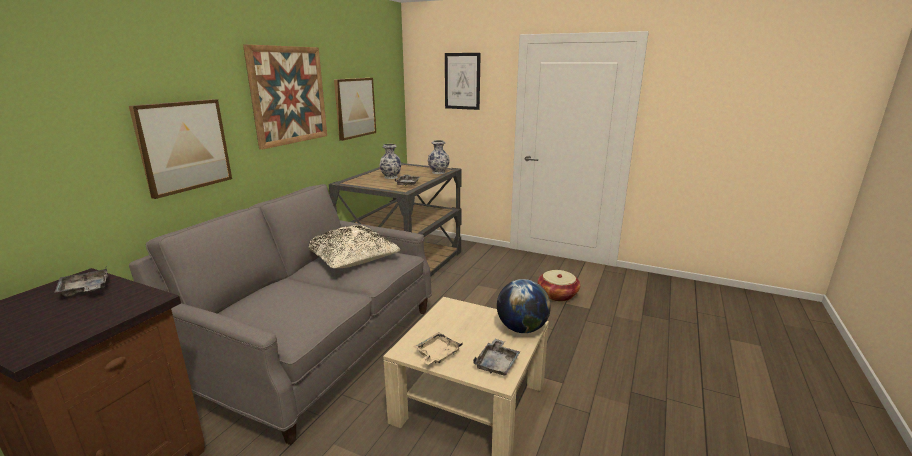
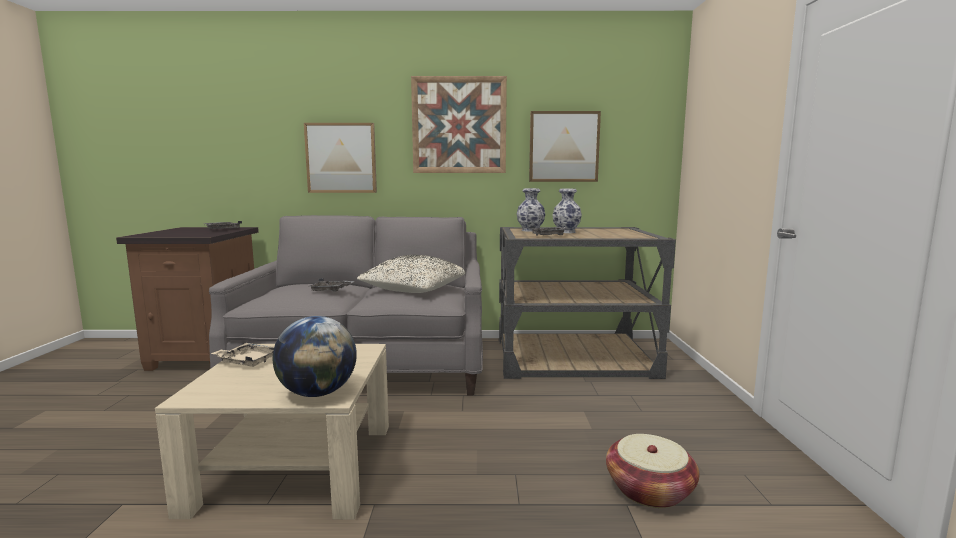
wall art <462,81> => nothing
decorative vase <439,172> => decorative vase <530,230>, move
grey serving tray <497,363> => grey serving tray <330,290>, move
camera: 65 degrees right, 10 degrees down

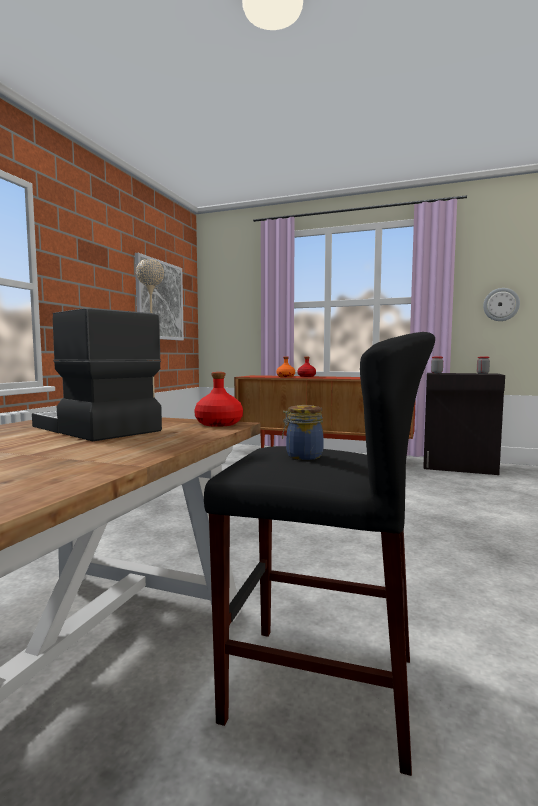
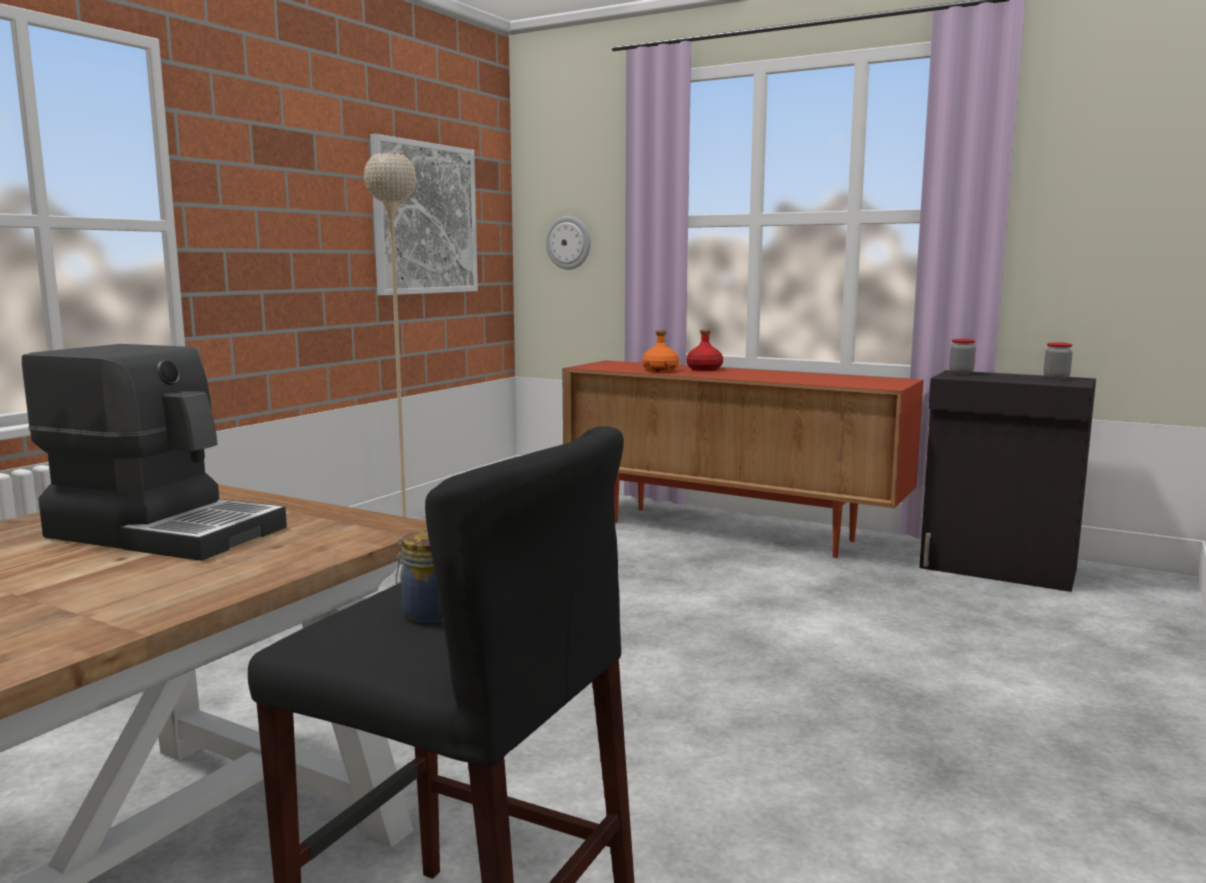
red beverage bottle <218,424> => nothing
clock on the wall <501,304> => clock on the wall <568,243>, move
coffee maker <94,429> => coffee maker <167,531>, 150 degrees clockwise
camera: 10 degrees right, 5 degrees up

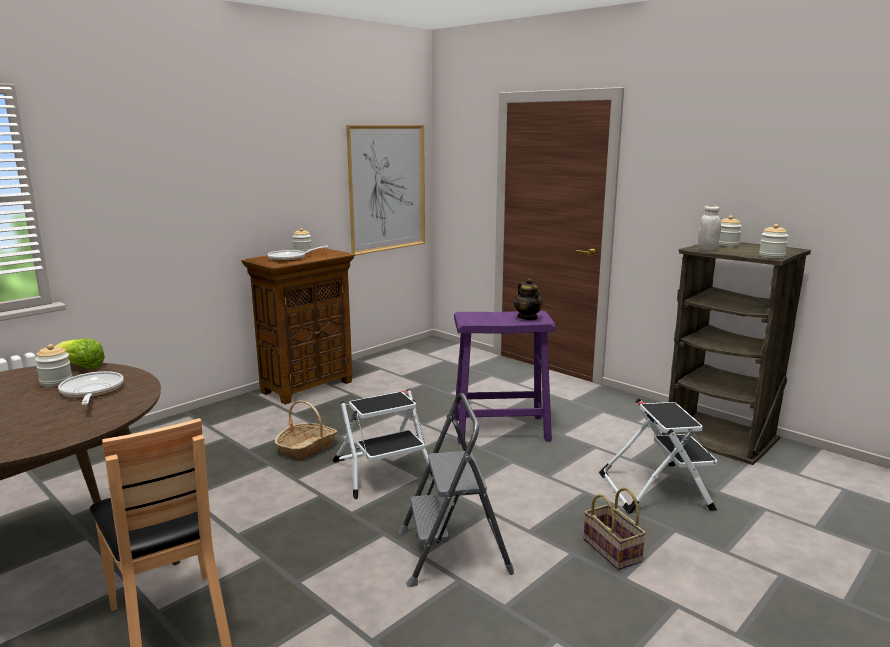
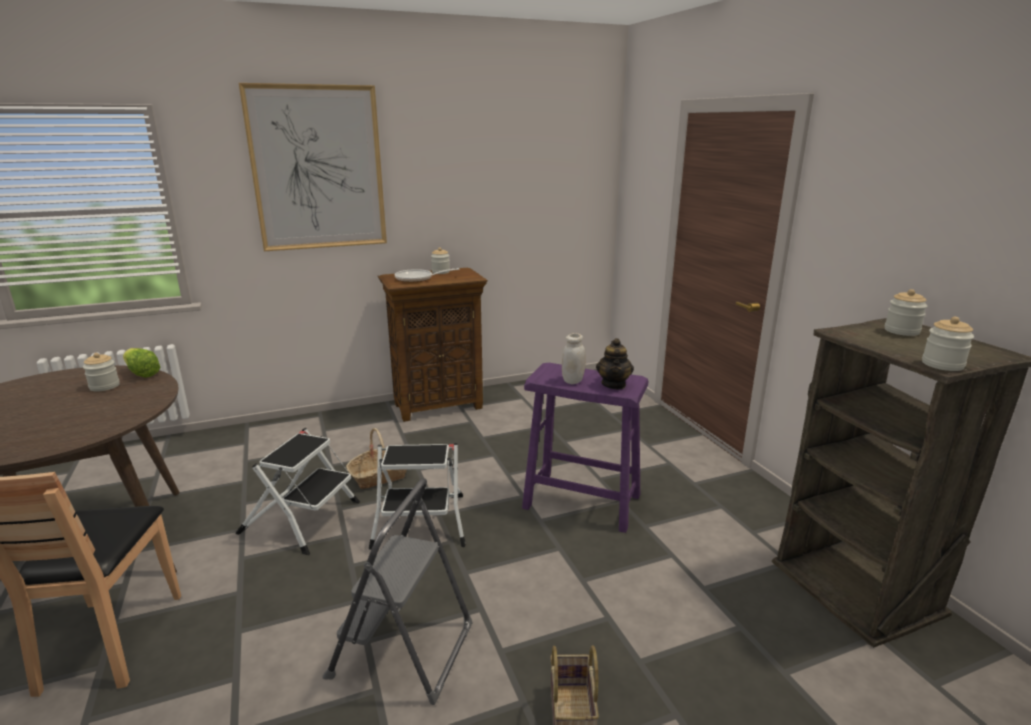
pan <91,392> => nothing
wall art <387,188> => wall art <318,169>, move
step stool <656,488> => step stool <300,519>, move
white-coloured preserve jar <707,249> => white-coloured preserve jar <573,381>, move
camera: 25 degrees right, 5 degrees up

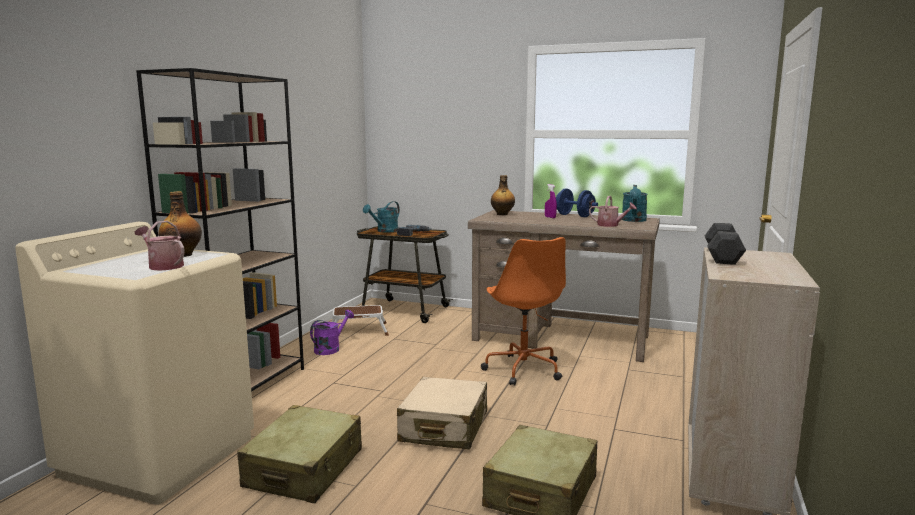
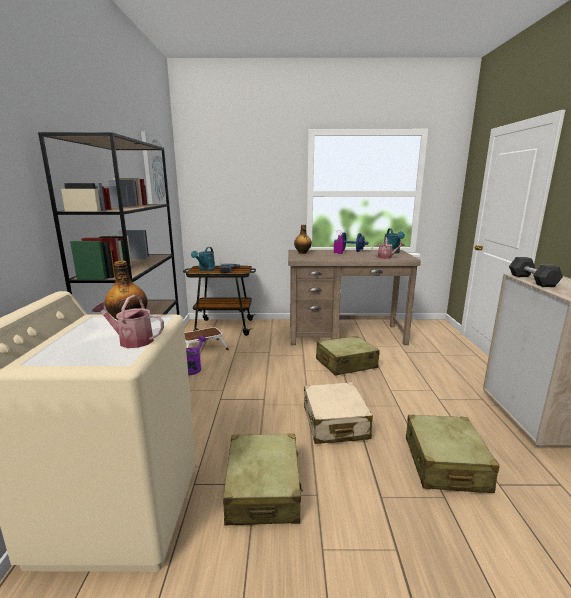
nothing => wall art <155,171>
orangey office chair <524,371> => sand-coloured suitcase <345,364>
camera: 20 degrees left, 5 degrees up

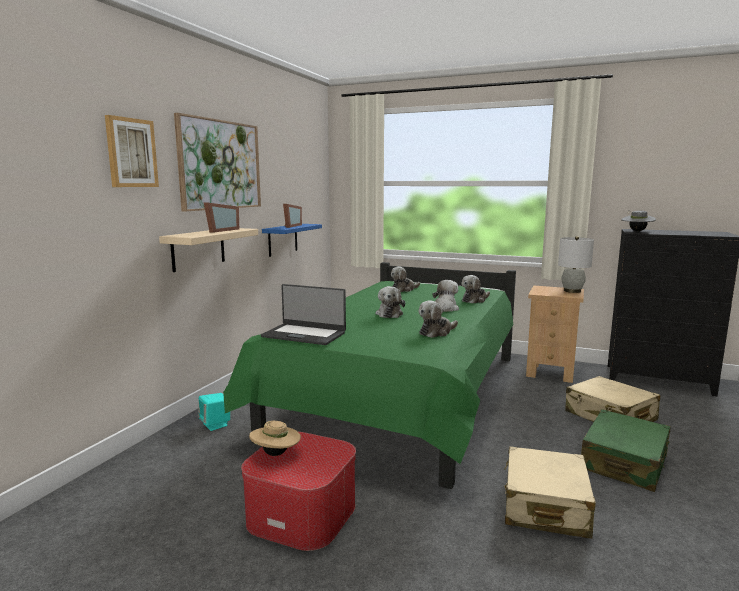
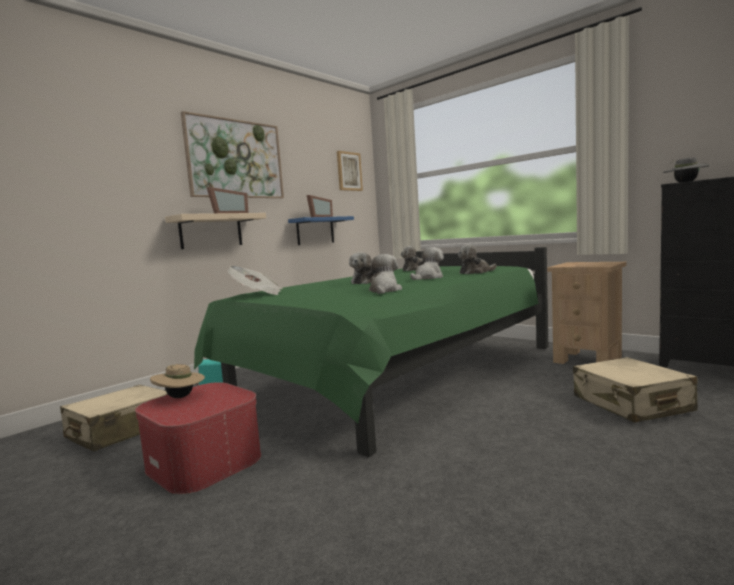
white-coloured lamp for a table <572,291> => nothing
greenish suitcase <624,462> => nothing
wall art <131,153> => wall art <349,171>, move
sand-coloured suitcase <545,506> => sand-coloured suitcase <121,431>, move
notebook computer <304,334> => daily paper <257,294>
soft toy <436,332> => soft toy <384,290>, 120 degrees clockwise
camera: 20 degrees right, 5 degrees down

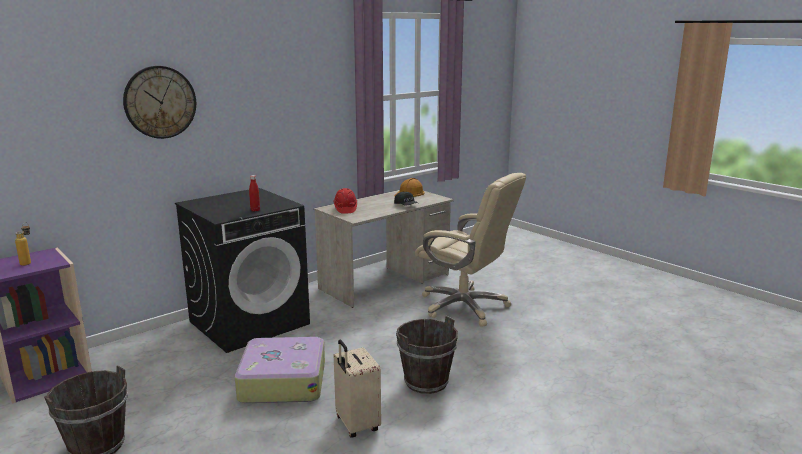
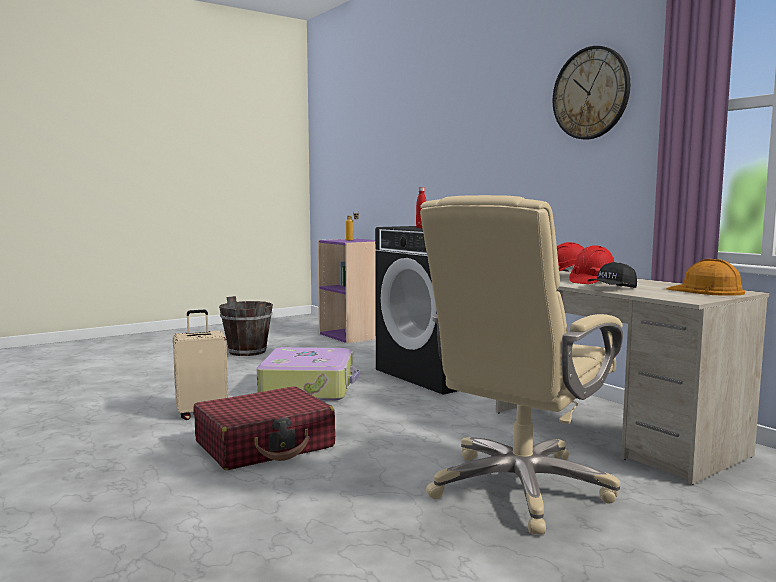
nothing => red safety helmet <592,281>
clock on the wall <160,102> => clock on the wall <591,93>, move
brown-coloured bucket <426,382> => red suitcase <265,445>
camera: 95 degrees right, 10 degrees down

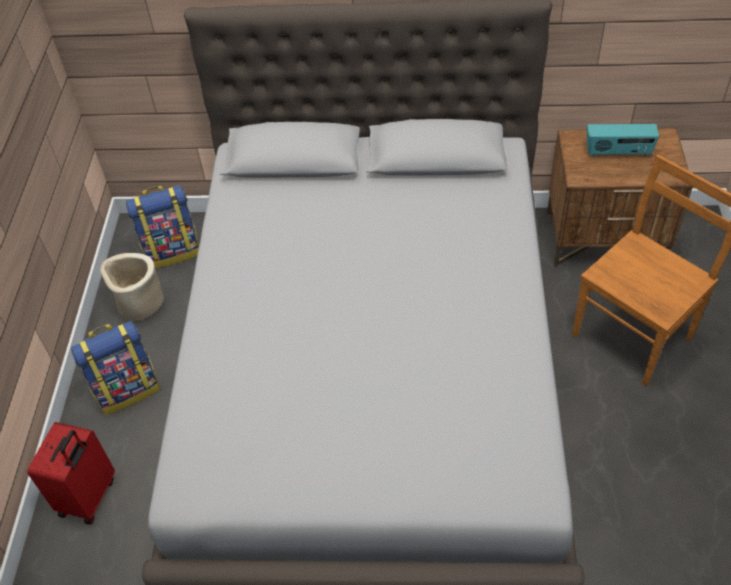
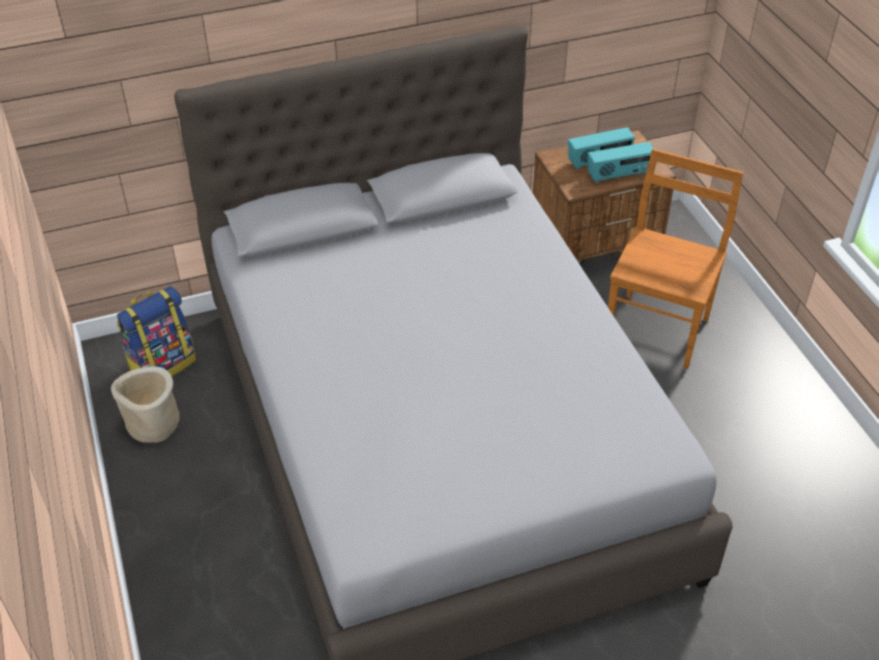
red suitcase <89,497> => nothing
knapsack <127,389> => nothing
nothing => radio <619,175>
camera: 25 degrees left, 5 degrees down

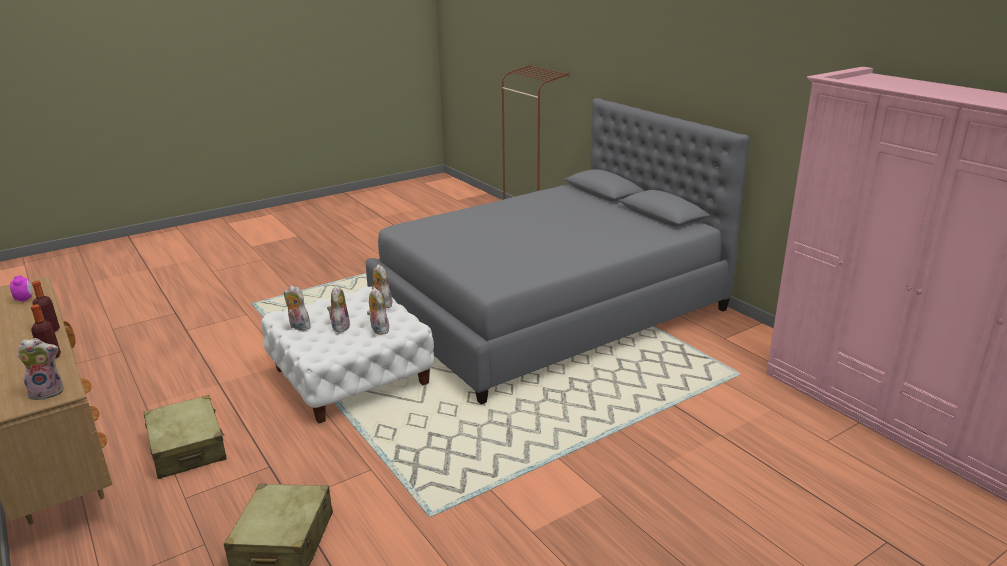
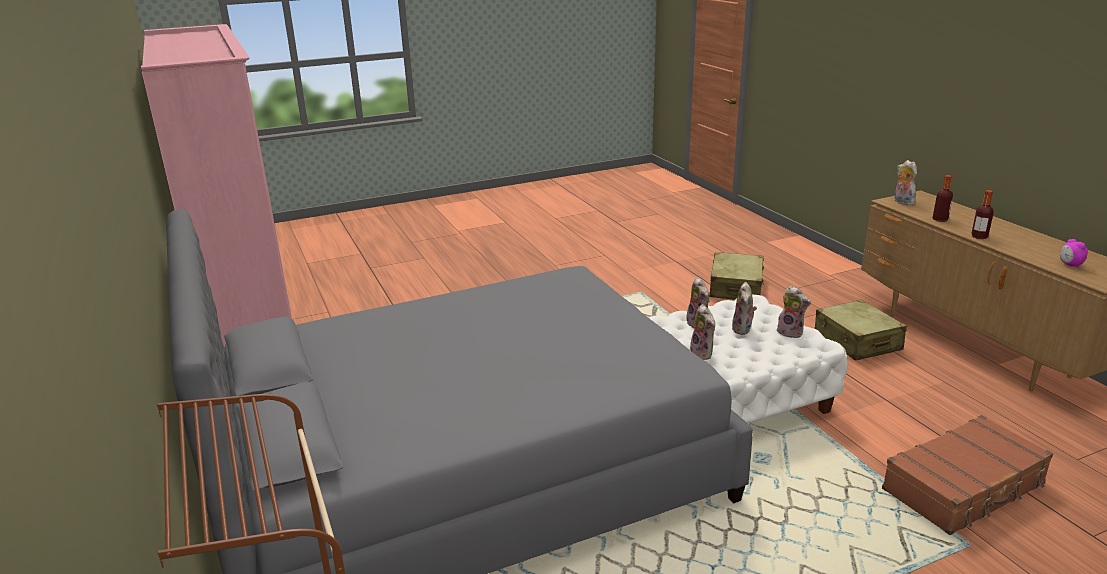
nothing => brown-coloured suitcase <964,487>
soft toy <48,392> => soft toy <902,202>, 75 degrees clockwise
camera: 170 degrees left, 0 degrees up

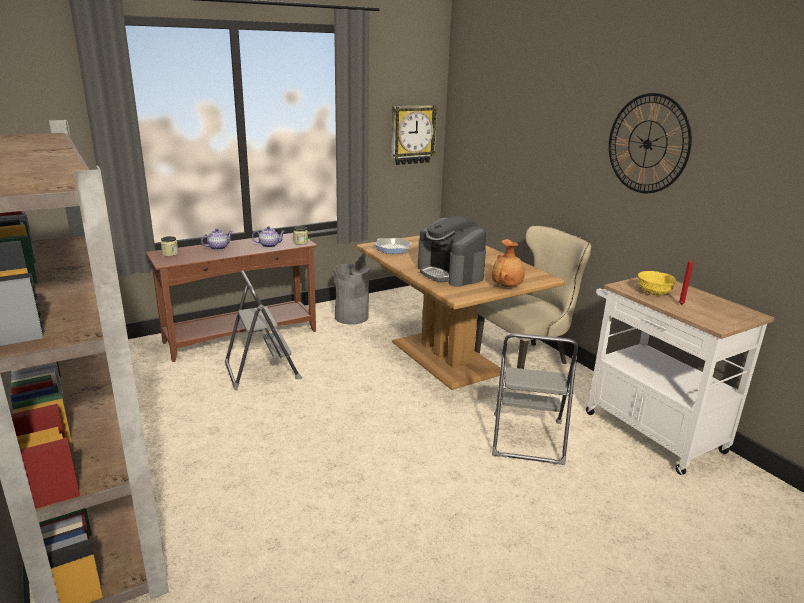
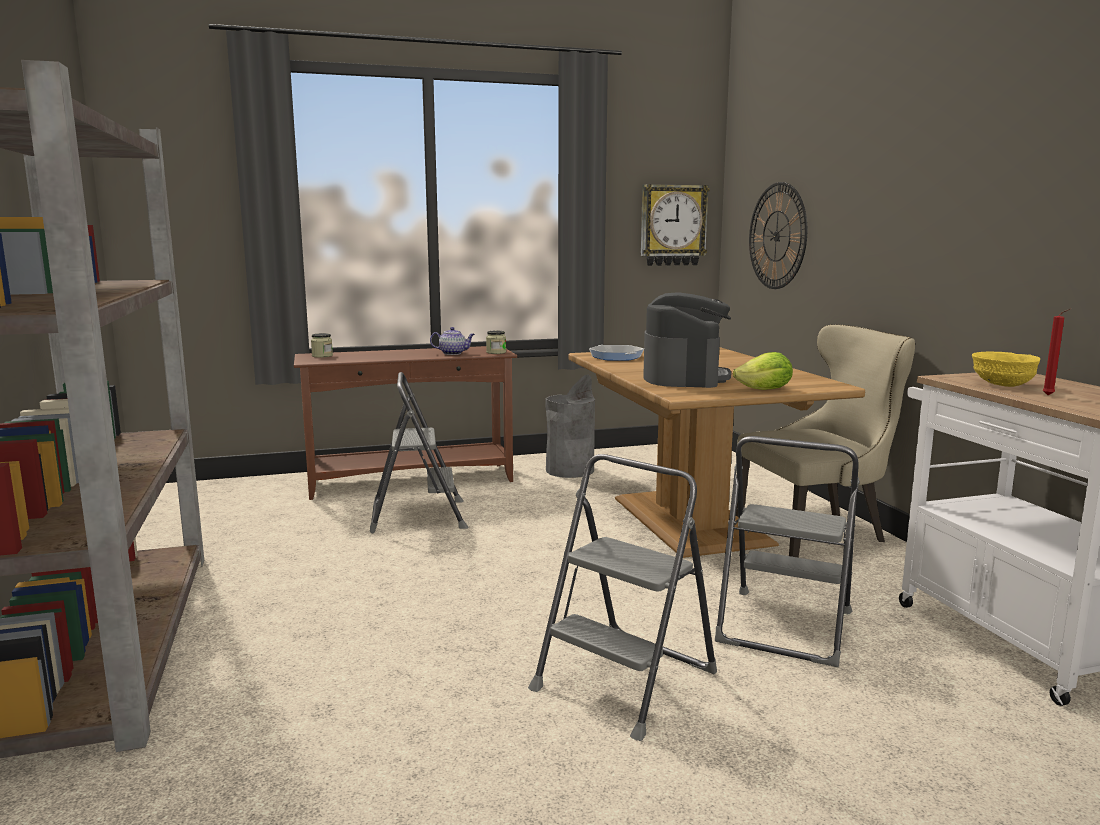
teapot <218,247> => nothing
nothing => grey step stool <630,677>
clock on the wall <647,144> => clock on the wall <776,236>, move
brown-coloured decorative vase <507,286> => head of lettuce <765,390>
coffee maker <450,273> => coffee maker <684,377>, 150 degrees counterclockwise
camera: 15 degrees right, 10 degrees down

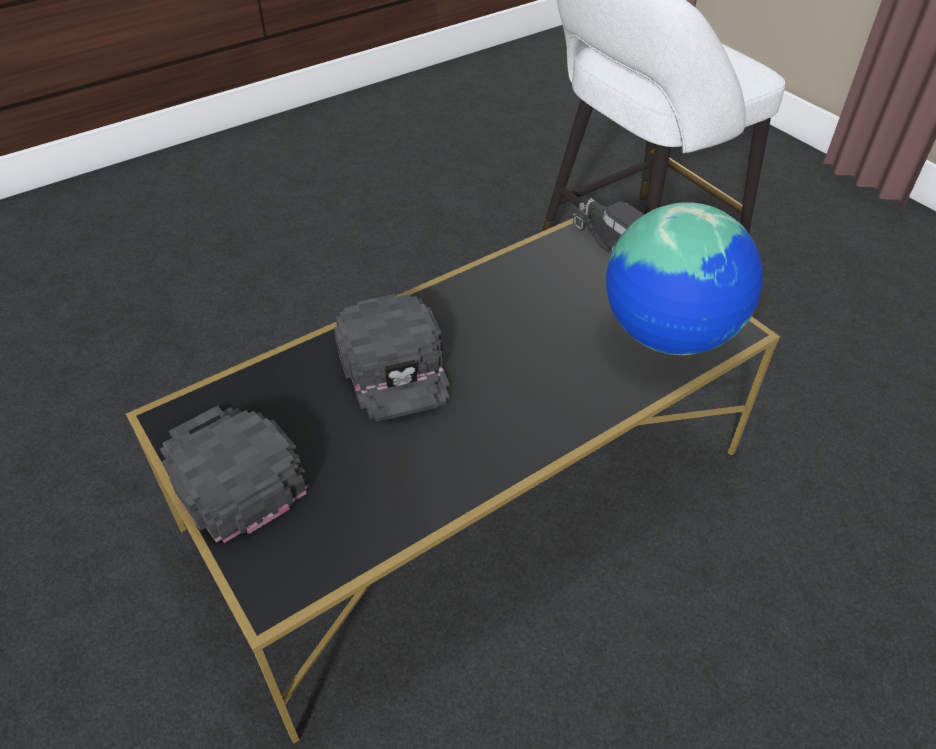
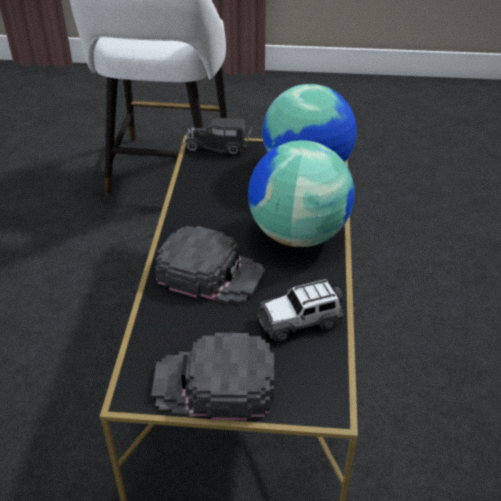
nothing => desk globe <297,234>
nothing => model car <300,321>
camera: 50 degrees left, 5 degrees down

